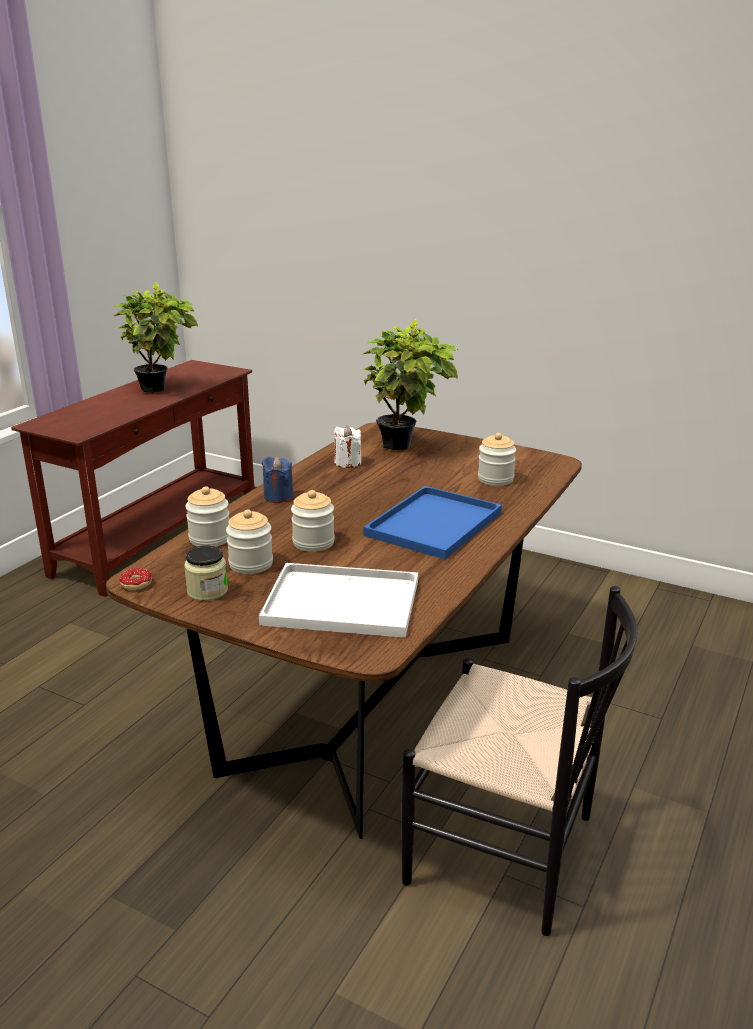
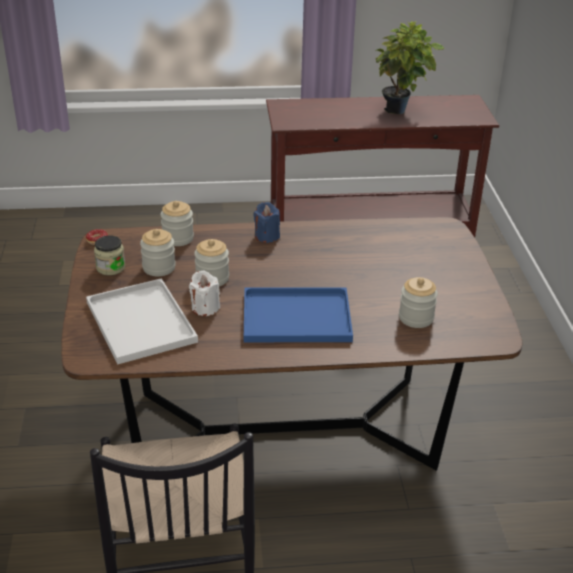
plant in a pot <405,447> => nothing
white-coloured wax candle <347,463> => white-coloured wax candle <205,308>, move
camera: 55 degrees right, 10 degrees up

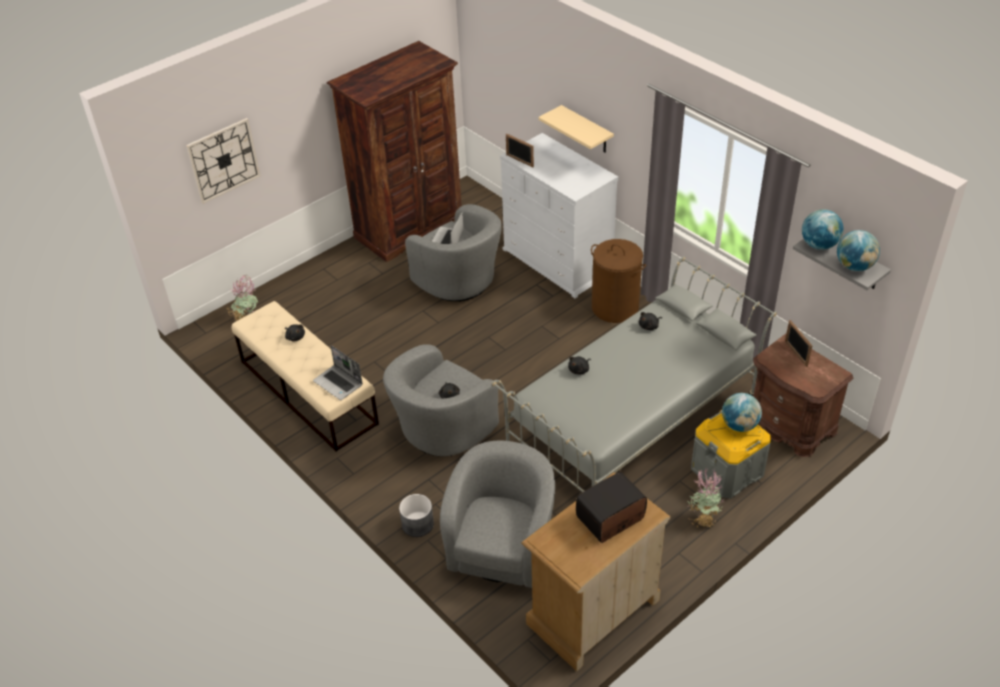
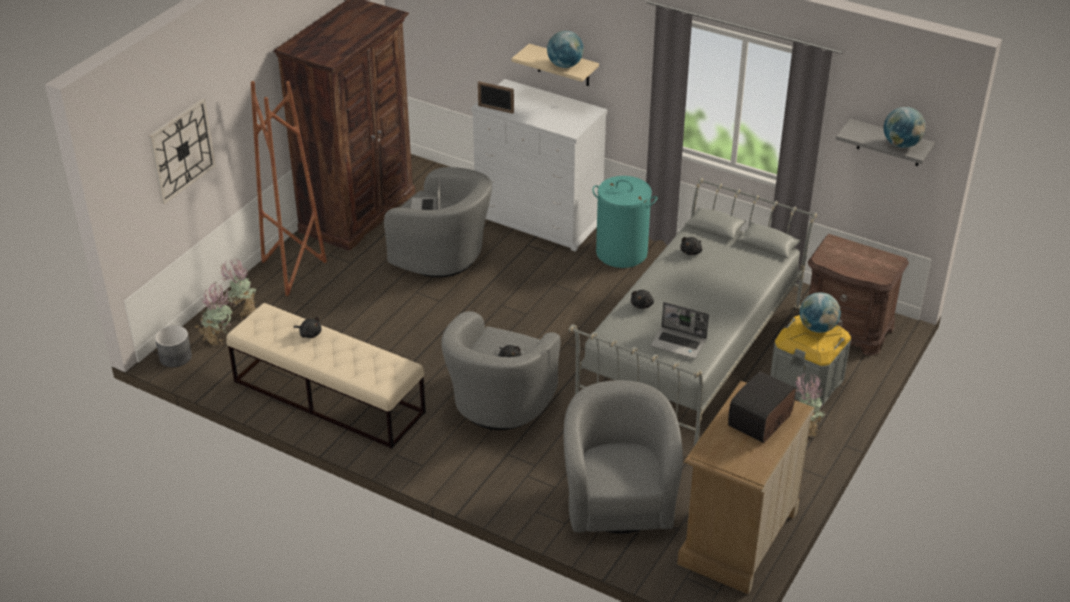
picture frame <796,353> => nothing
nothing => plant in a pot <243,312>
nothing => brown-coloured garment stand <292,273>
notebook computer <339,383> => notebook computer <679,343>, move
grey plant pot <417,524> => grey plant pot <175,357>, move
desk globe <819,245> => desk globe <565,65>, move
brown-coloured hamper <615,307> => turquoise-coloured hamper <622,252>
camera: 20 degrees left, 5 degrees down

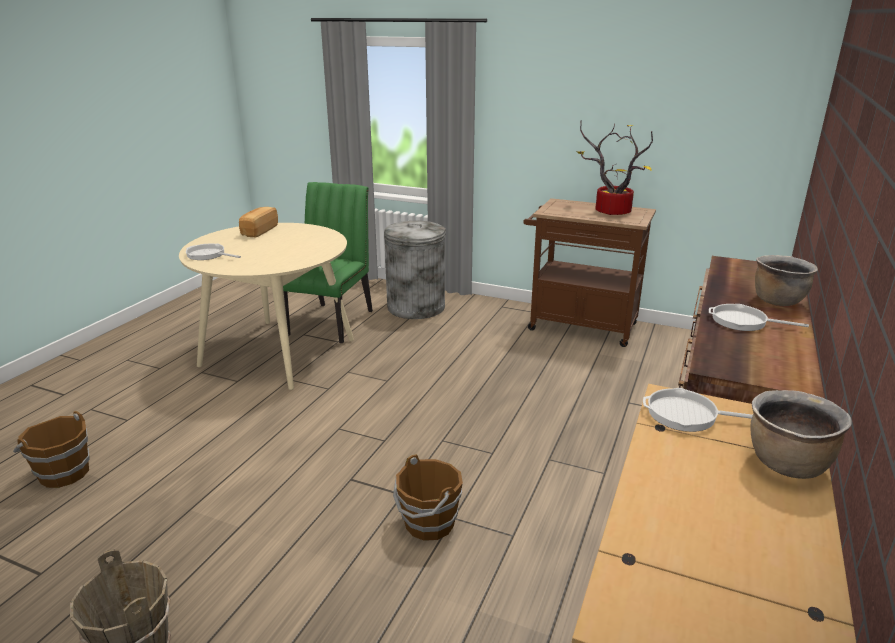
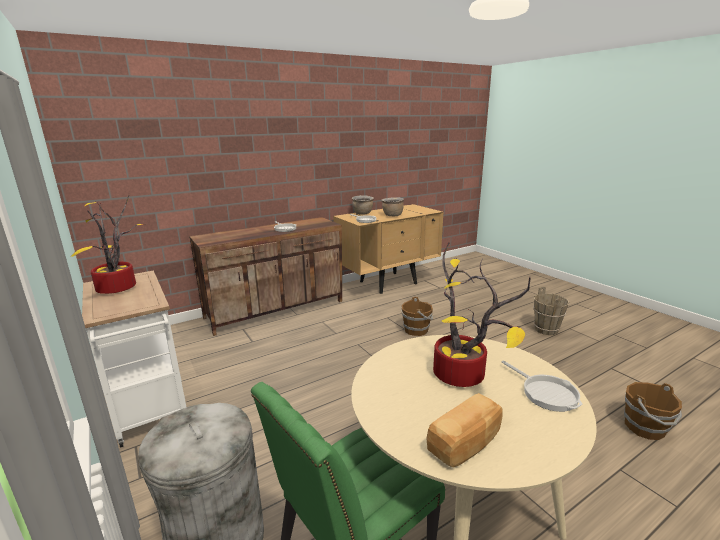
nothing => plant in a pot <463,375>
brown-coloured stockpot <777,300> => brown-coloured stockpot <392,215>, move
brown-coloured trolley <579,326> => white-coloured trolley <149,407>
camera: 145 degrees left, 5 degrees down

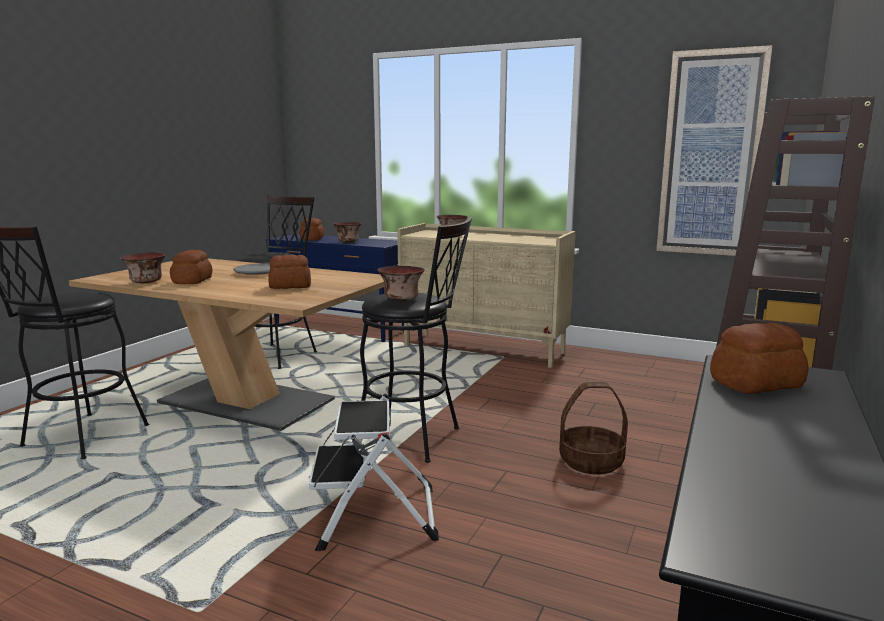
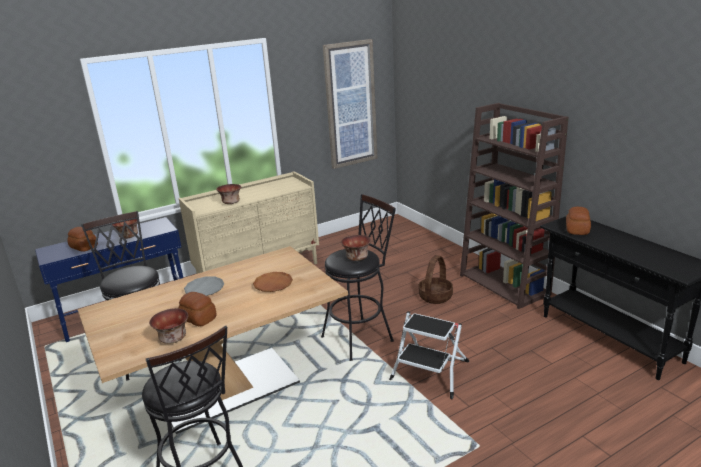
bread <290,286> => brown-coloured dinner plate <273,284>
camera: 55 degrees left, 10 degrees up

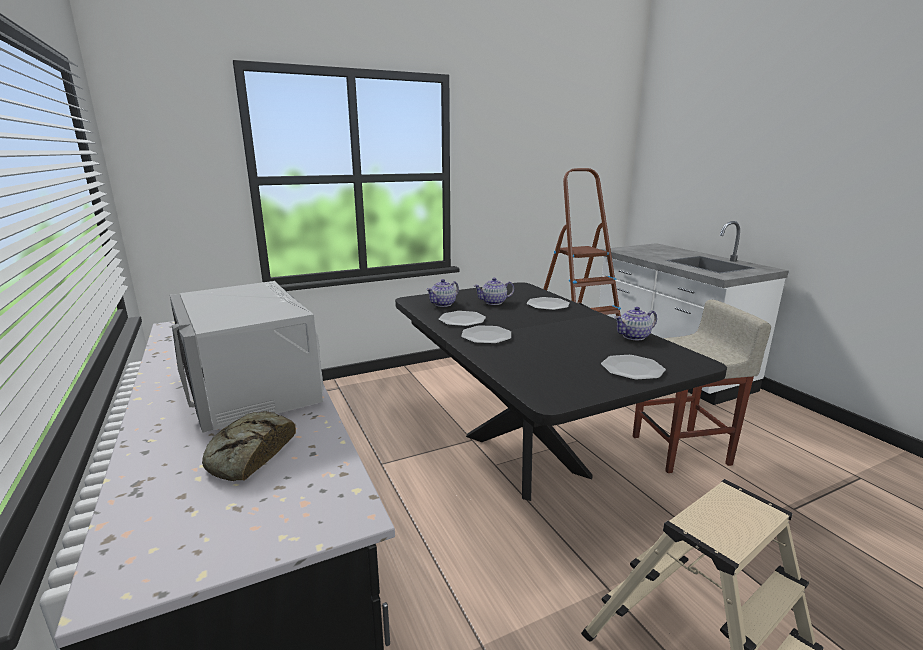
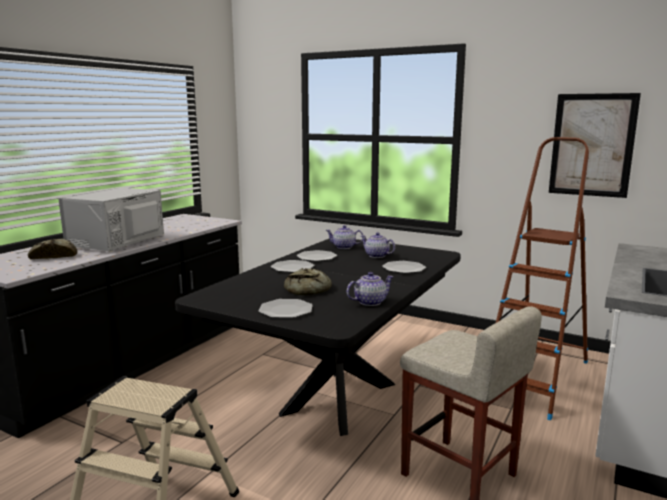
nothing => bread <309,289>
nothing => wall art <592,145>
teapot <634,336> => teapot <369,302>, 120 degrees clockwise
camera: 55 degrees right, 5 degrees down

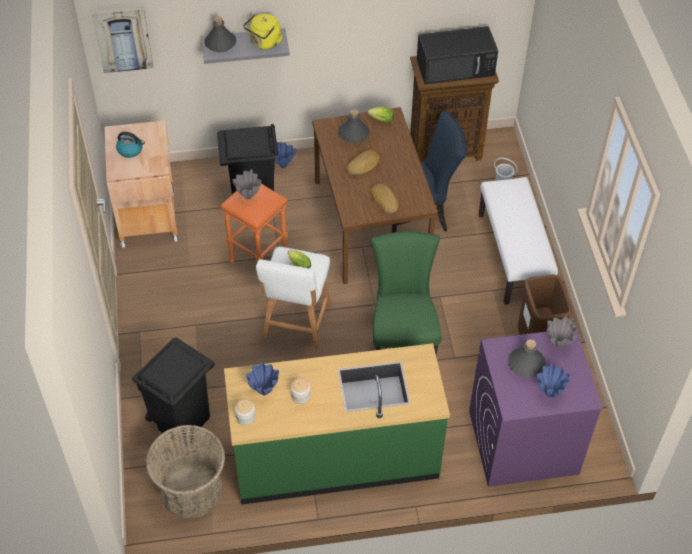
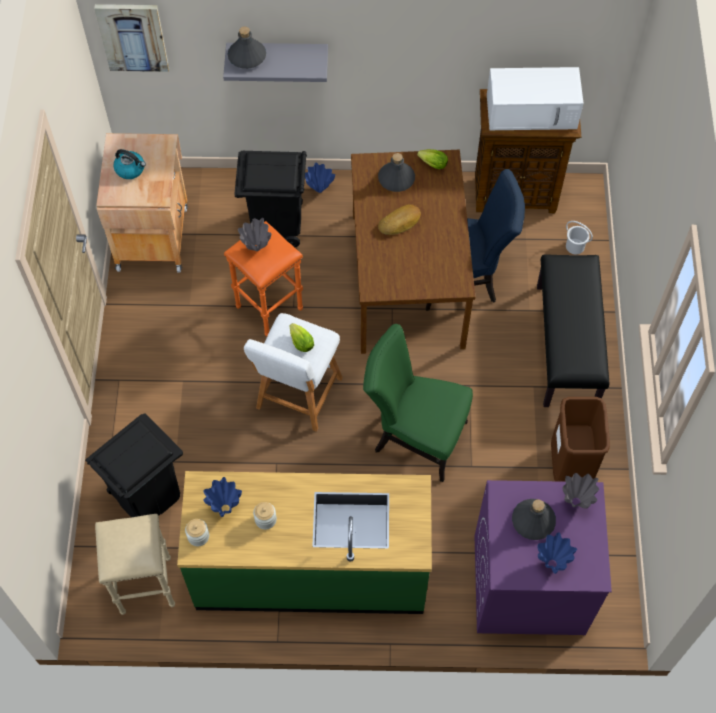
yellow-coloured water kettle <264,43> => nothing
bread <385,200> => nothing
household basket <191,490> => sand-coloured stool seat <144,584>
black-coloured microwave oven <456,67> => white-coloured microwave oven <533,111>
white-coloured long seat <513,256> => black-coloured long seat <567,346>
greenish upright chair <402,341> => greenish upright chair <414,436>, 75 degrees counterclockwise
camera: 10 degrees right, 10 degrees up

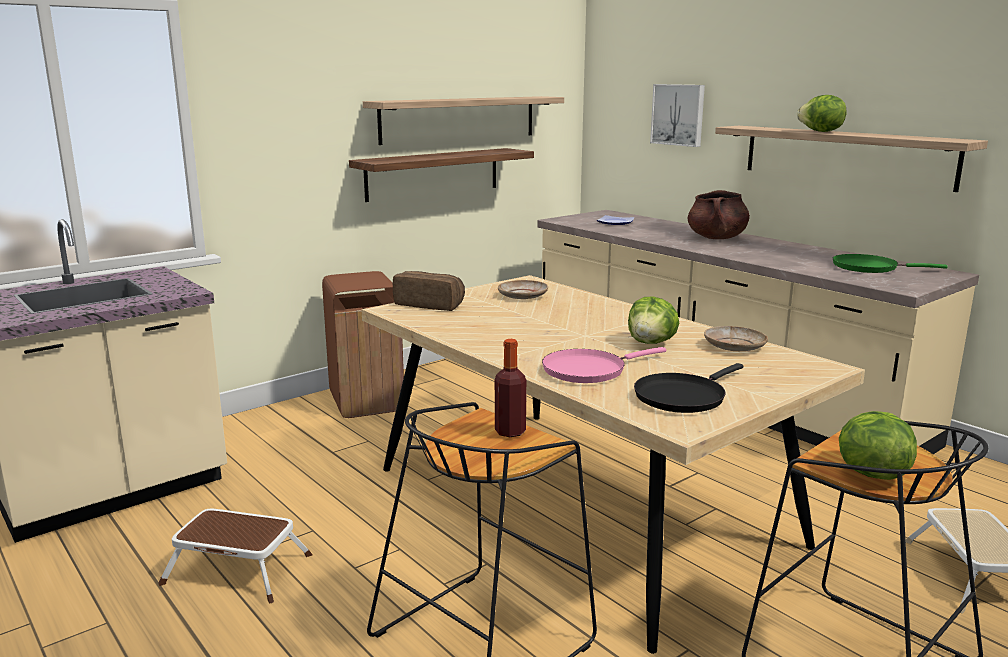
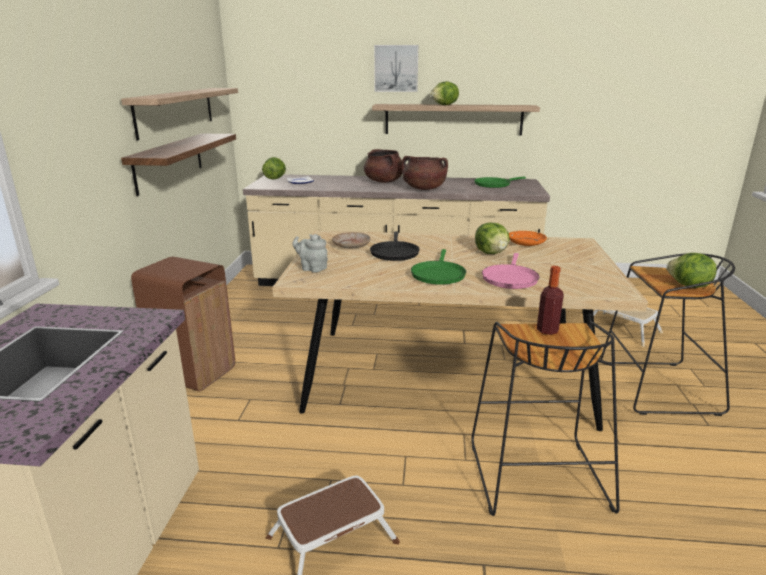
nothing => head of lettuce <275,178>
nothing => brown-coloured stockpot <424,188>
nothing => greenish pan <438,274>
black-coloured pan <682,396> => black-coloured pan <394,253>, move
wall art <678,114> => wall art <396,68>, move
bread <430,304> => grey teapot <312,268>
sand-coloured dinner plate <734,346> => orangey dinner plate <526,243>
camera: 45 degrees left, 5 degrees up

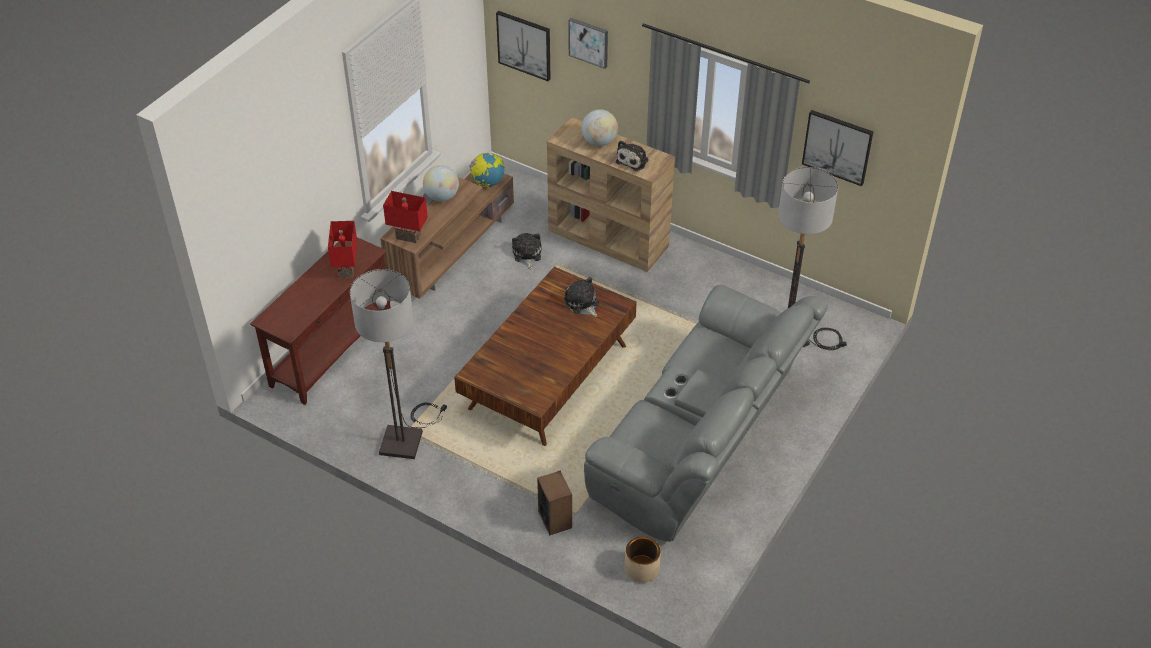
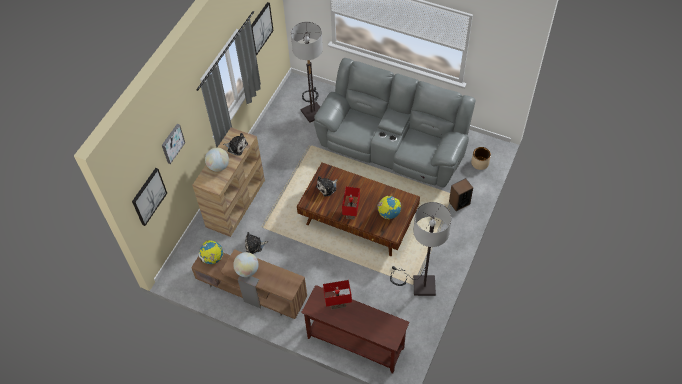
nothing => desk globe <389,213>
red lamp for a table <409,236> => red lamp for a table <350,213>, move
camera: 95 degrees left, 10 degrees up

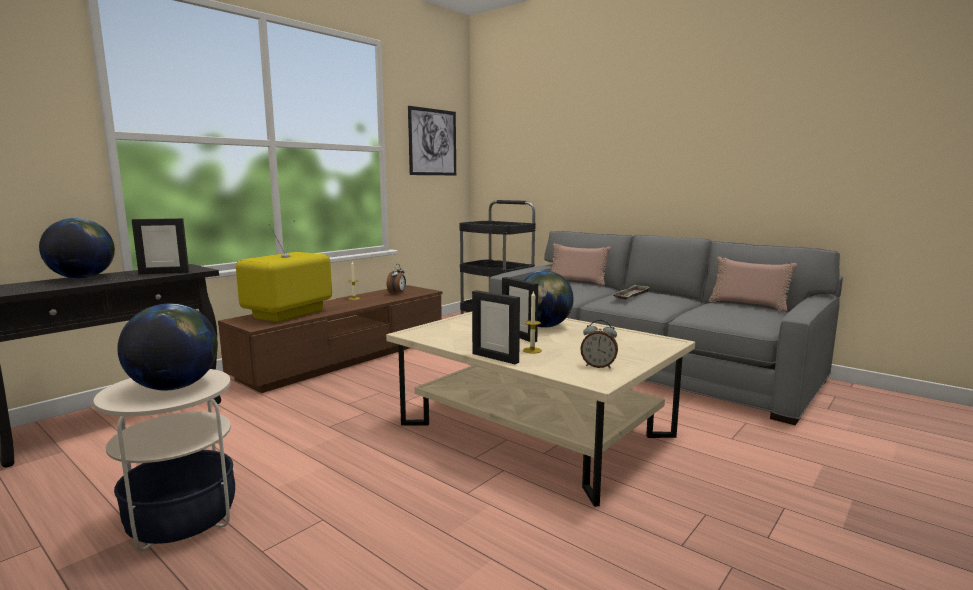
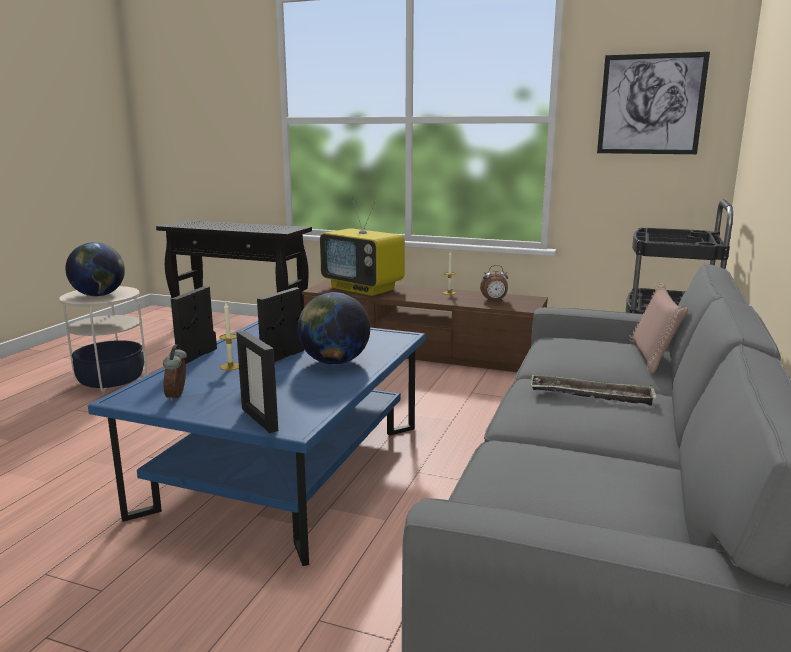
desk globe <82,278> => nothing
sand-coloured cushion <748,305> => nothing
picture frame <164,272> => picture frame <261,419>, move
sand-coloured low table <535,430> => blue low table <287,468>
television <288,314> => television <364,288>, 150 degrees counterclockwise
camera: 70 degrees right, 5 degrees up

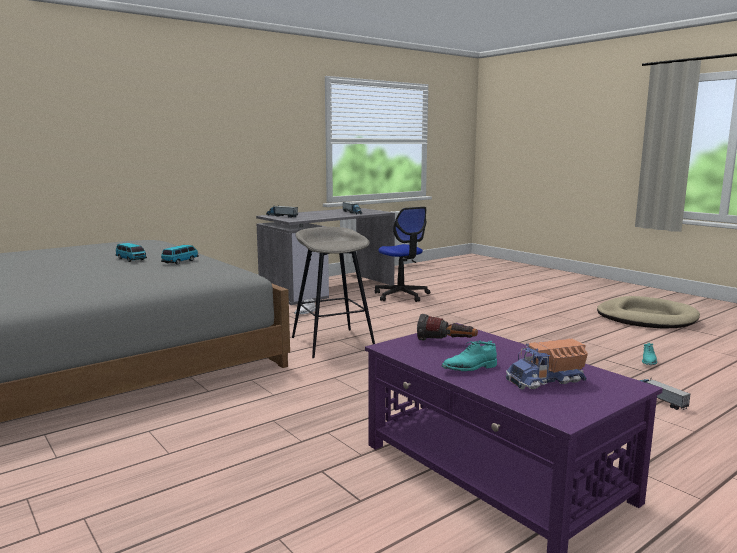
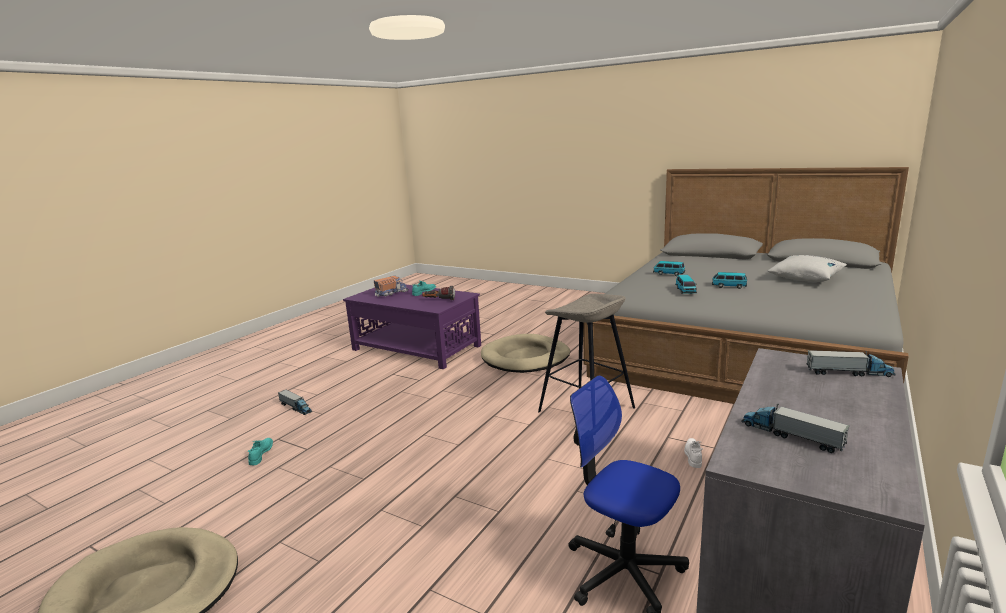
nothing => sand-coloured dog cushion <525,358>
nothing => model car <668,274>
nothing => grey cushion <805,279>
camera: 160 degrees right, 5 degrees up

